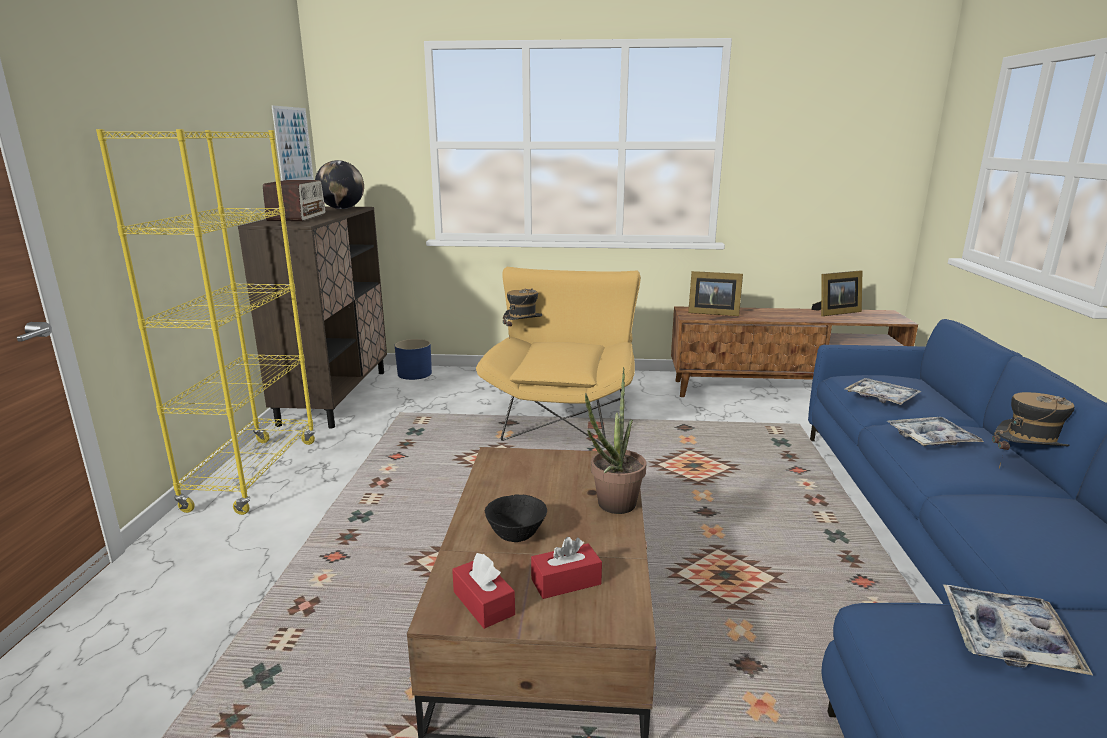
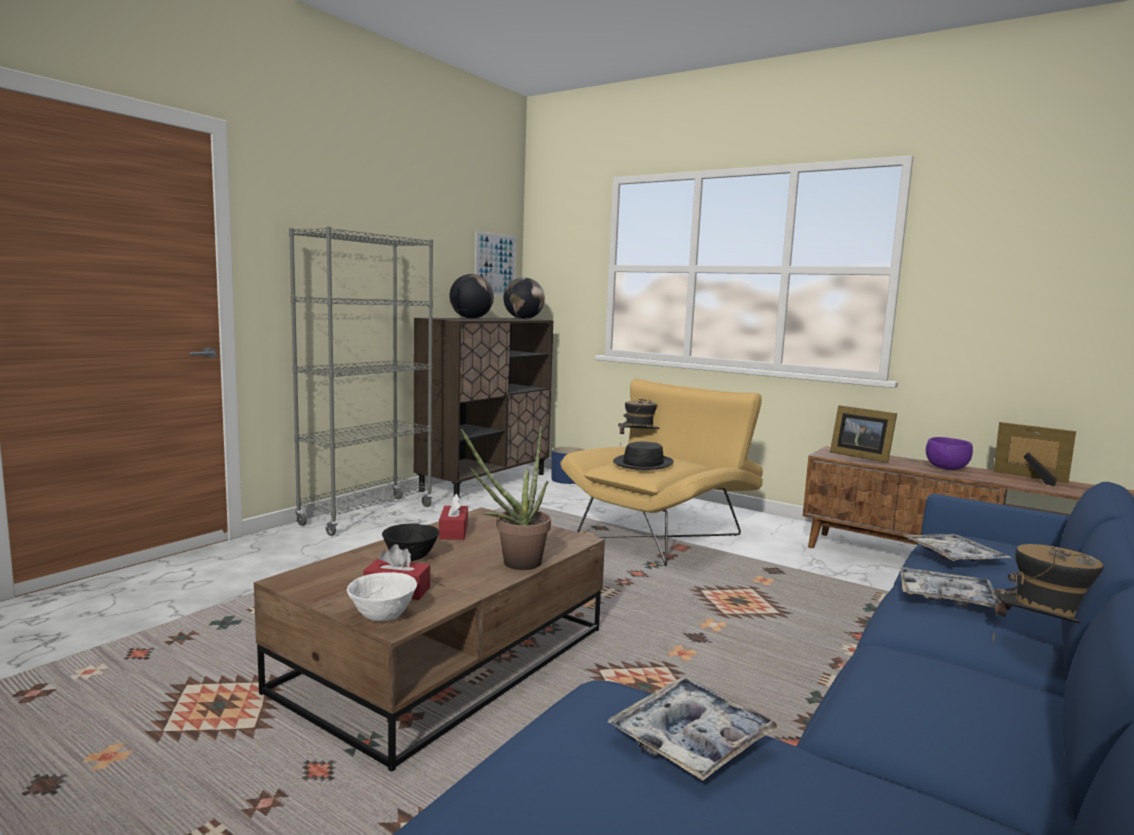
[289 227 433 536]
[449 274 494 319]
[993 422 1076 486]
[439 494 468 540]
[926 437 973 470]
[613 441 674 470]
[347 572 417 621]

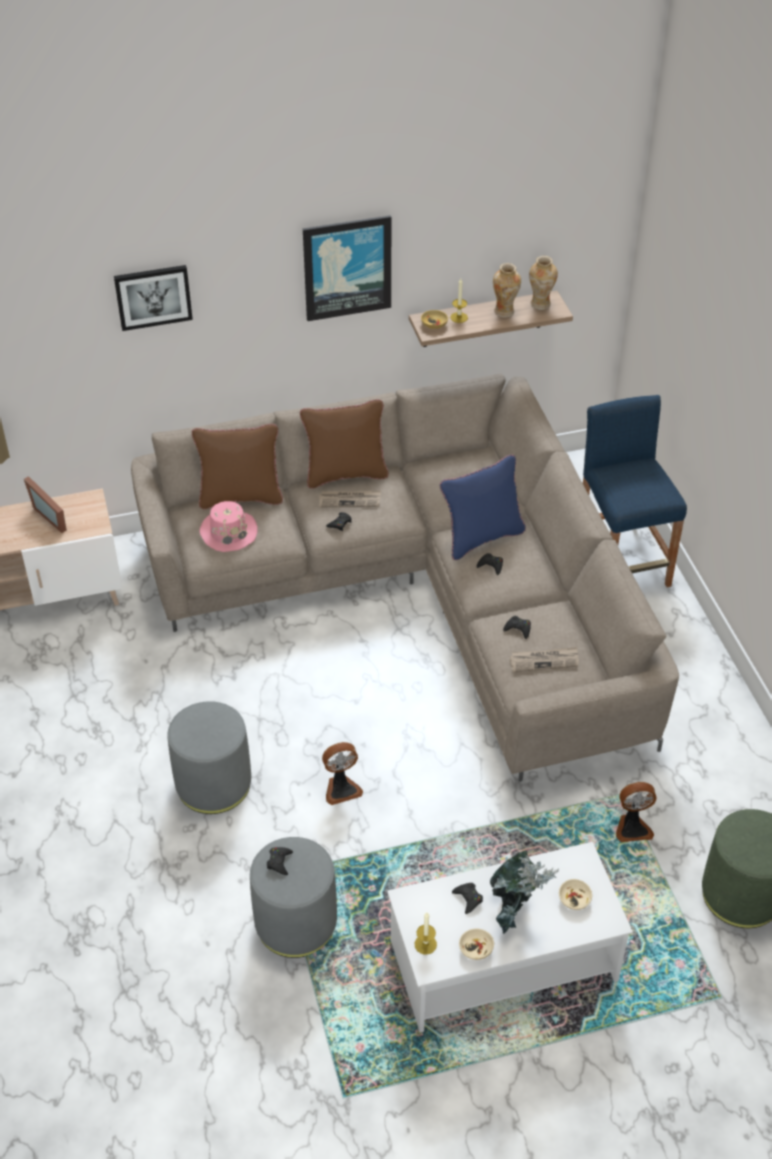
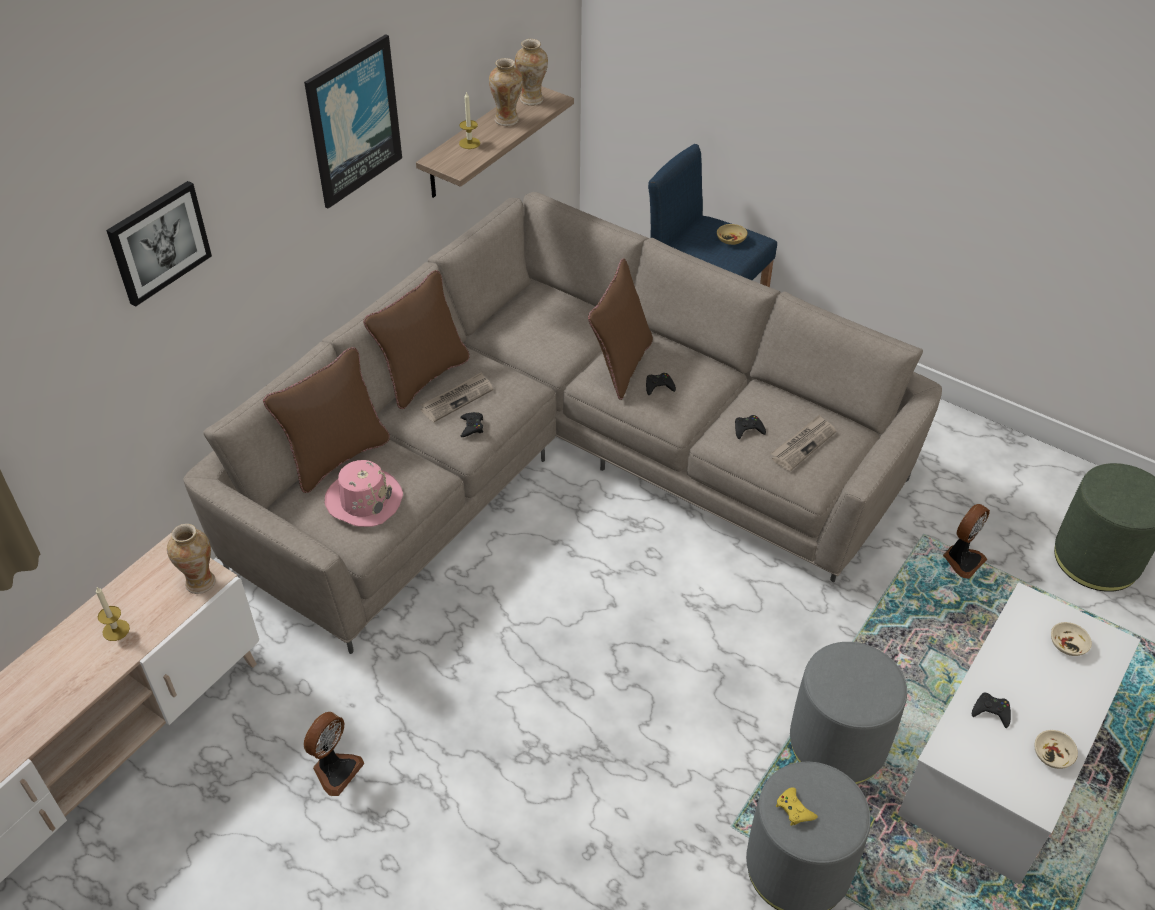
[717 224 748 245]
[588 258 653 400]
[24 476 67 533] (first image)
[790 642 907 784]
[304 712 364 796]
[776 787 818 826]
[490 850 559 934] (first image)
[96 587 130 641]
[167 524 215 594]

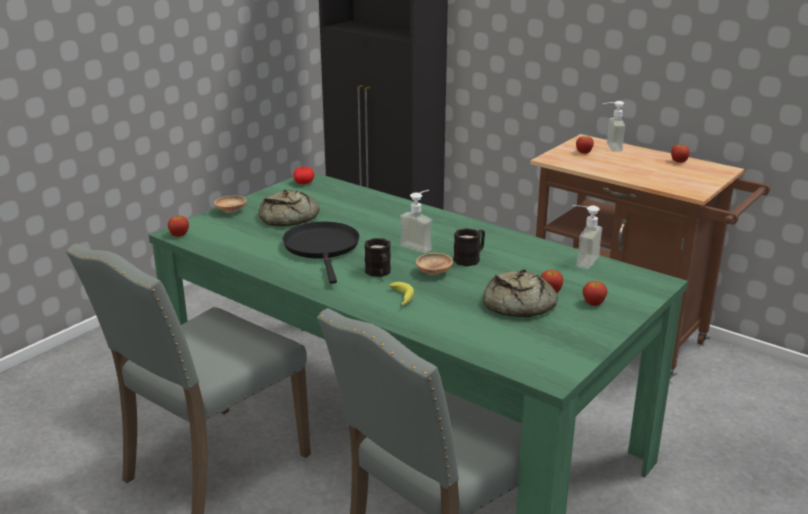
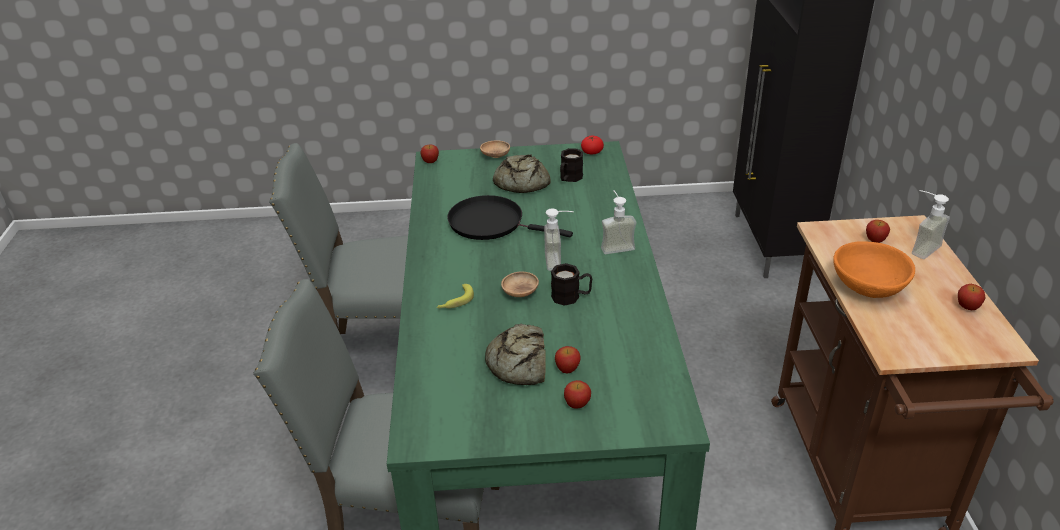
[601 190 636 254]
[447 195 573 240]
[560 148 583 182]
[833 241 915 298]

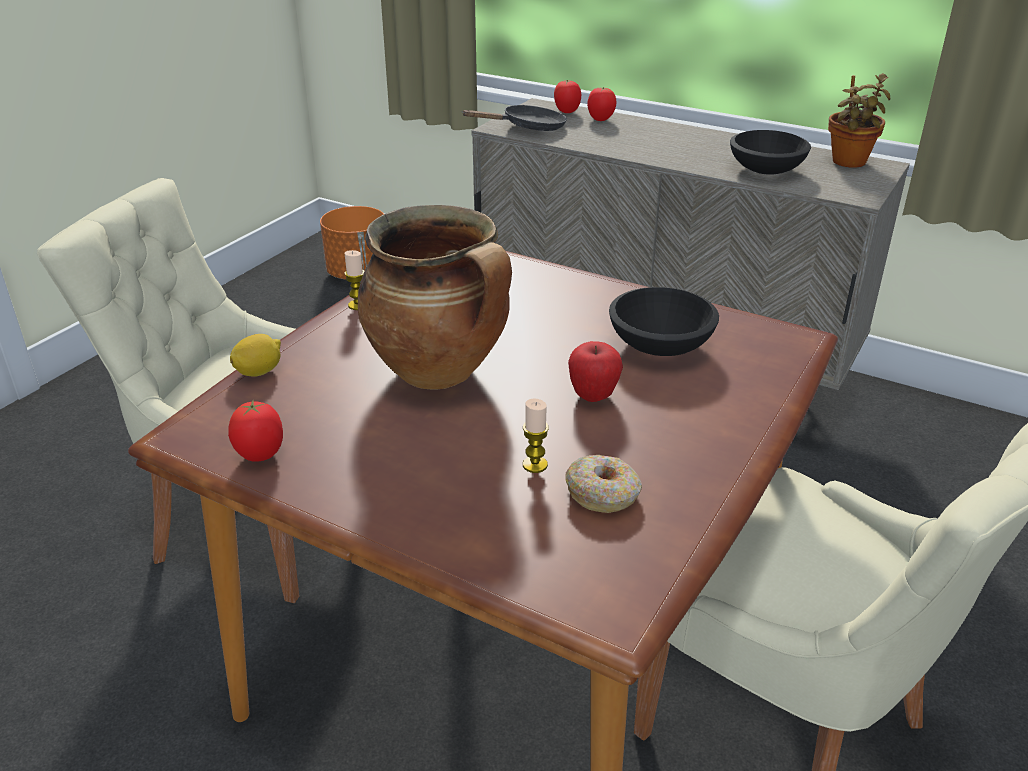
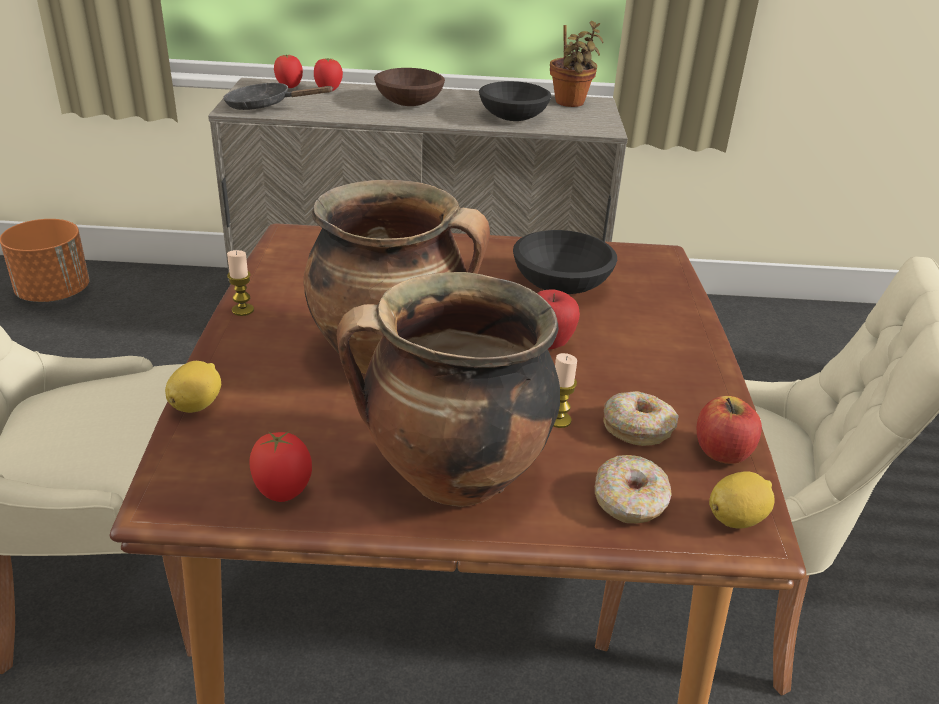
[223 83 334 110]
[374 68 445 106]
[337 272 560 507]
[697 396 762 464]
[595 455 672 523]
[709 471 775 529]

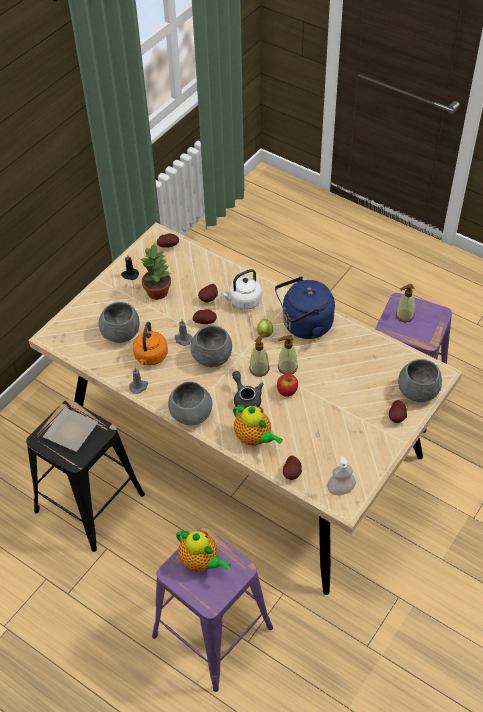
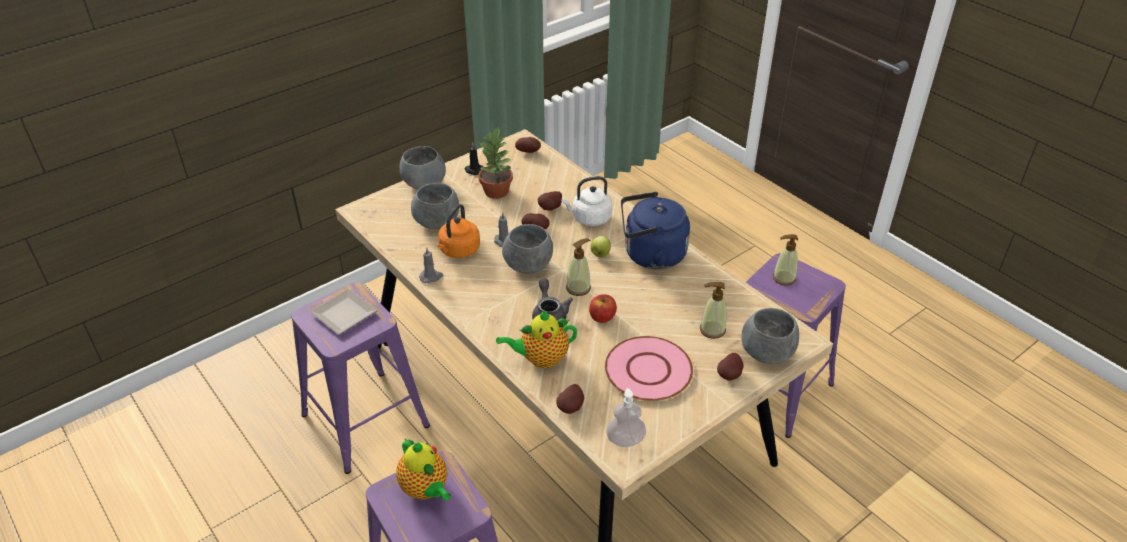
[700 282 727 339]
[400 146 446 190]
[291 283 430 474]
[496 310 577 368]
[605 336 693 401]

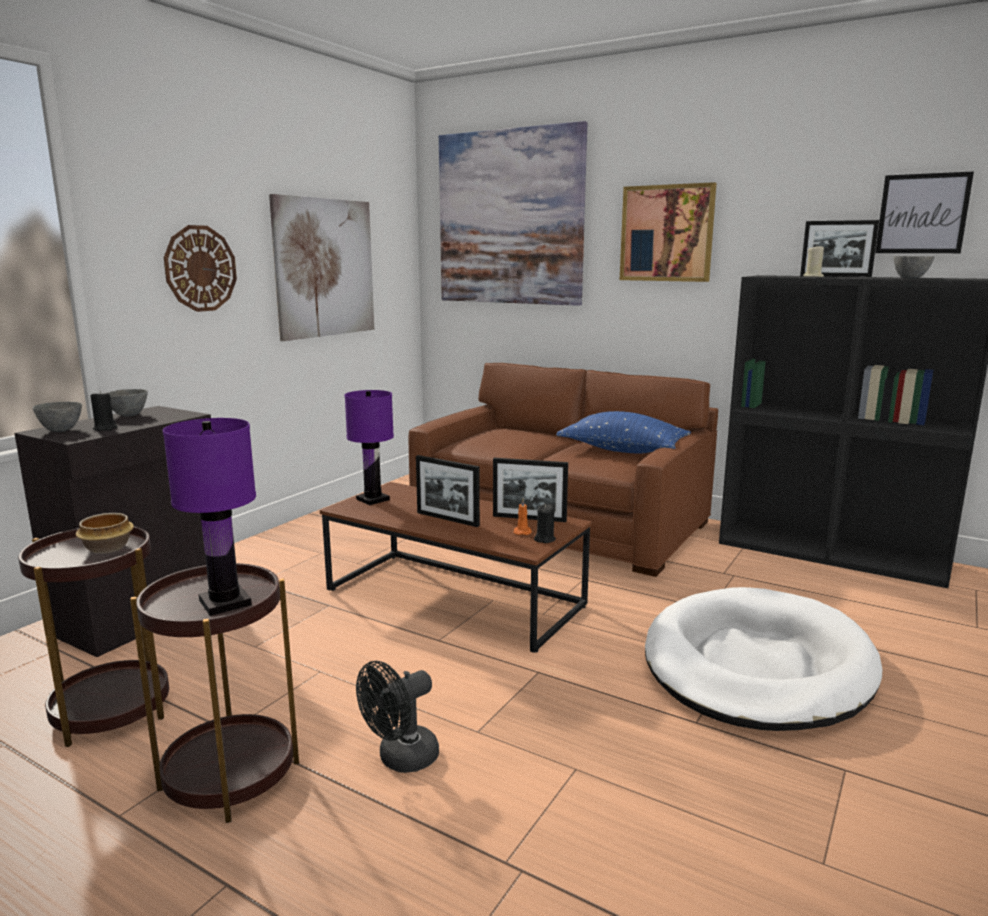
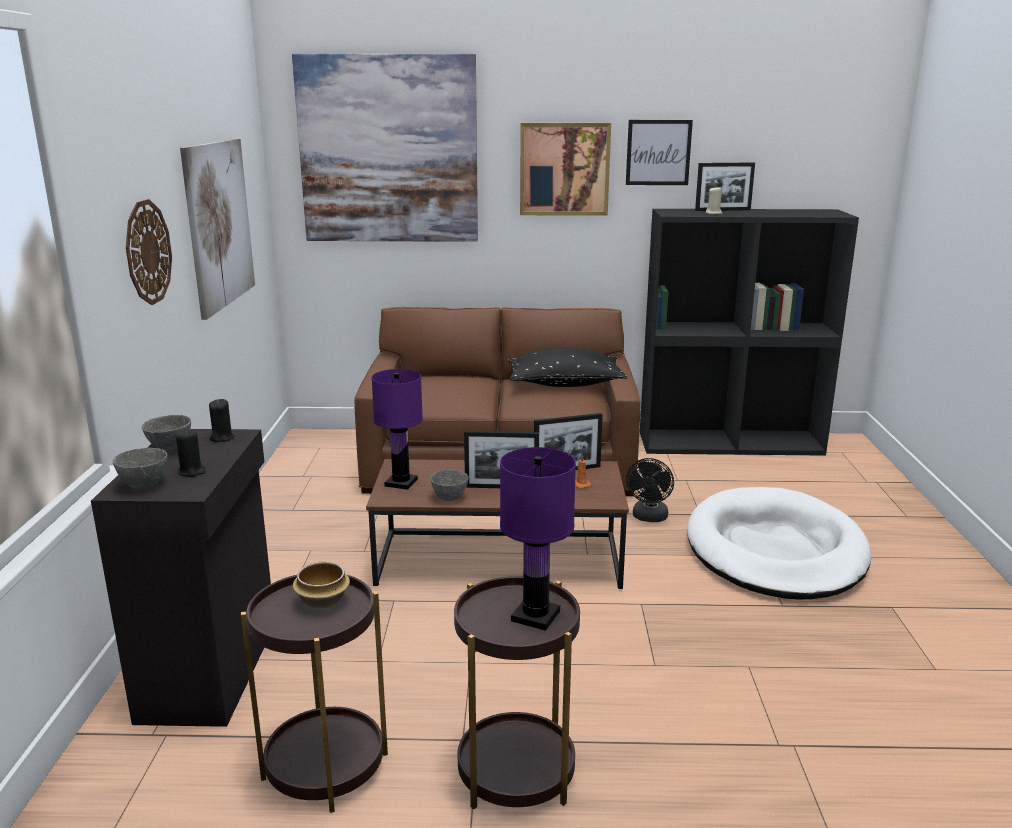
[626 120 693 185]
[430 470 469 501]
[508 348 627 387]
[209 399 235 442]
[626 458 674 522]

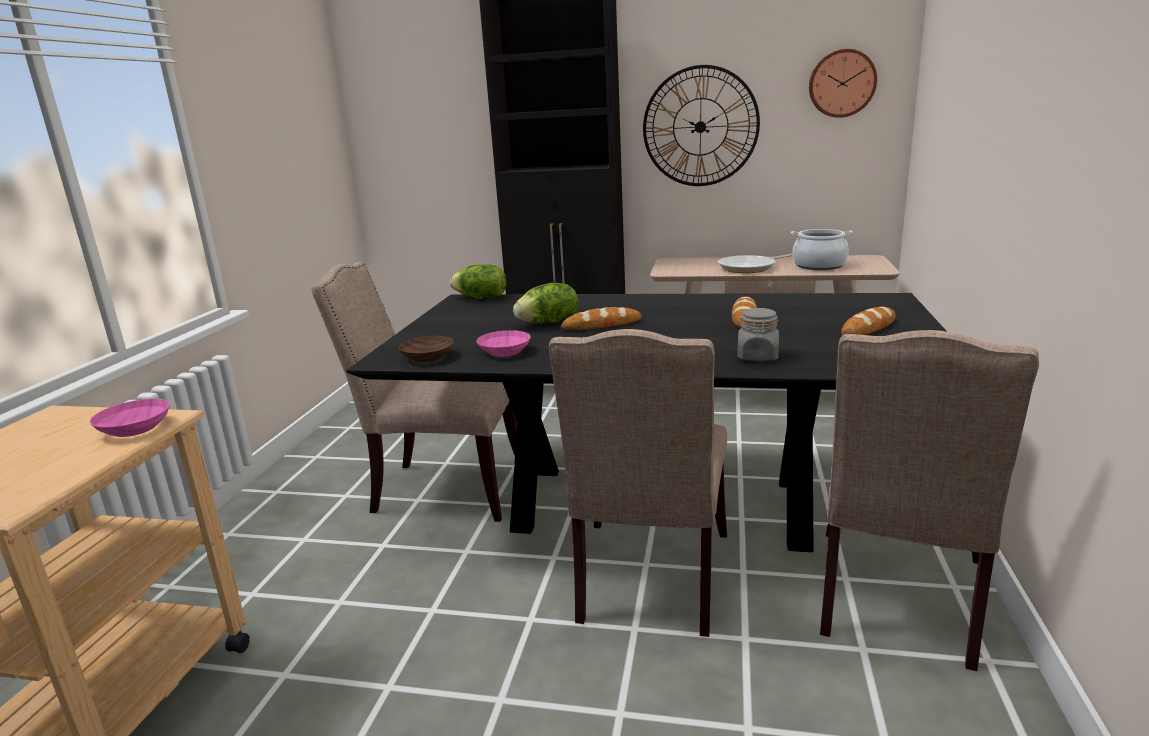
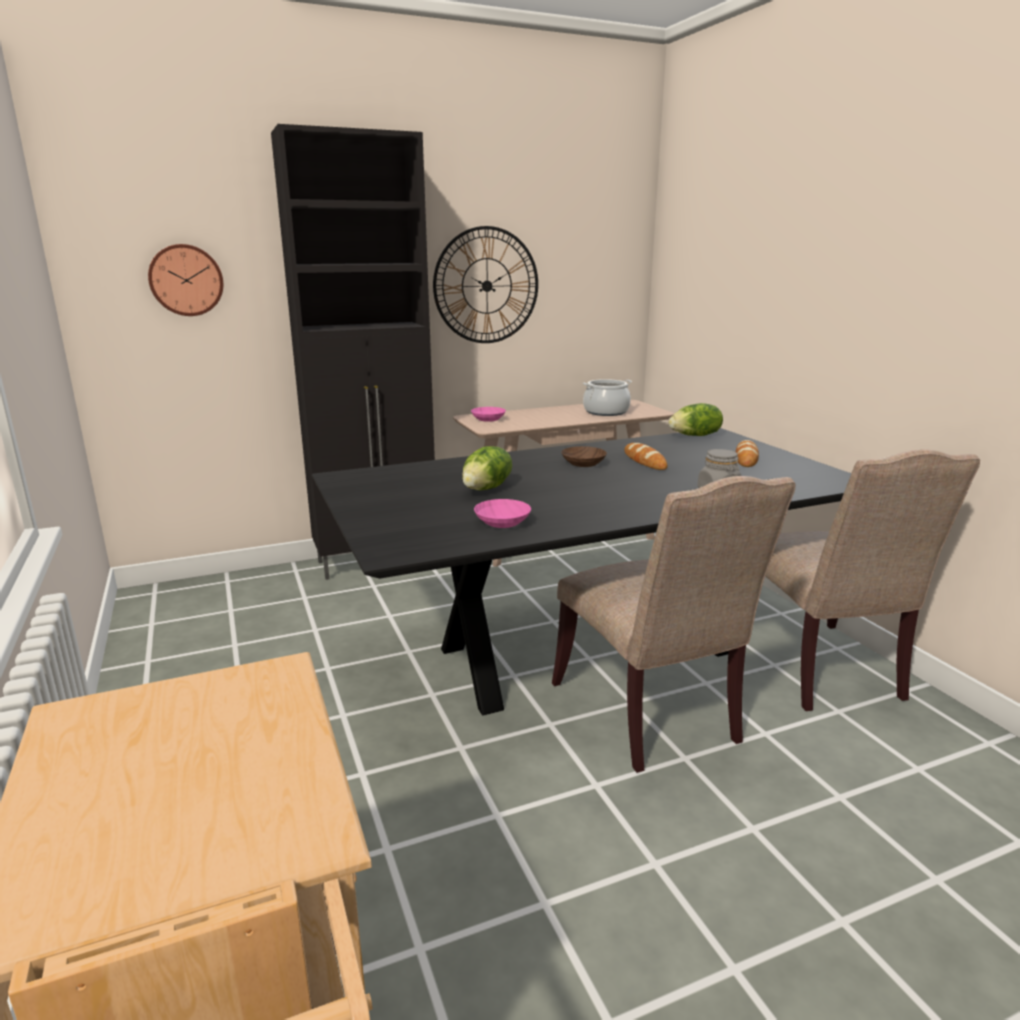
[148 244 223 316]
[718 254 792 273] (first image)
[311 261 517 522] (first image)
[669 403 723 436]
[561 307 642 330] (first image)
[561 446 607 467]
[471 407 506 422]

